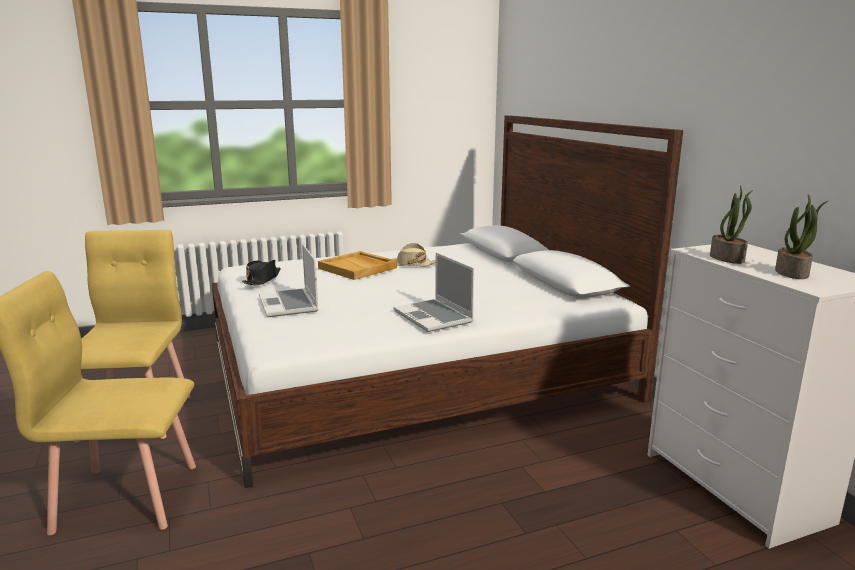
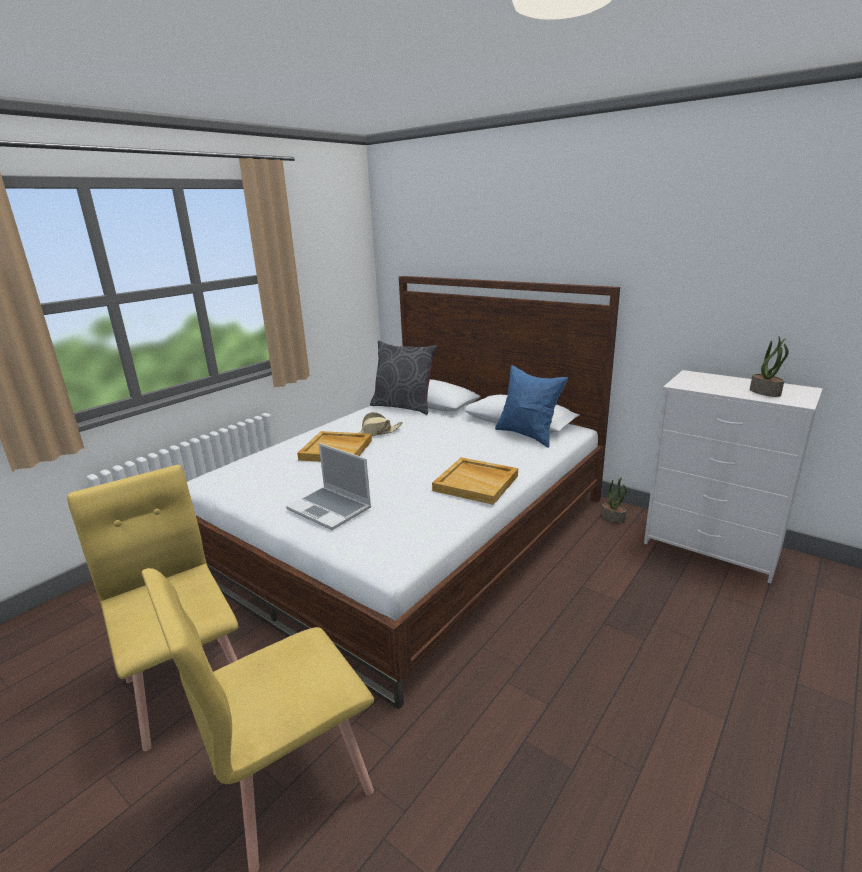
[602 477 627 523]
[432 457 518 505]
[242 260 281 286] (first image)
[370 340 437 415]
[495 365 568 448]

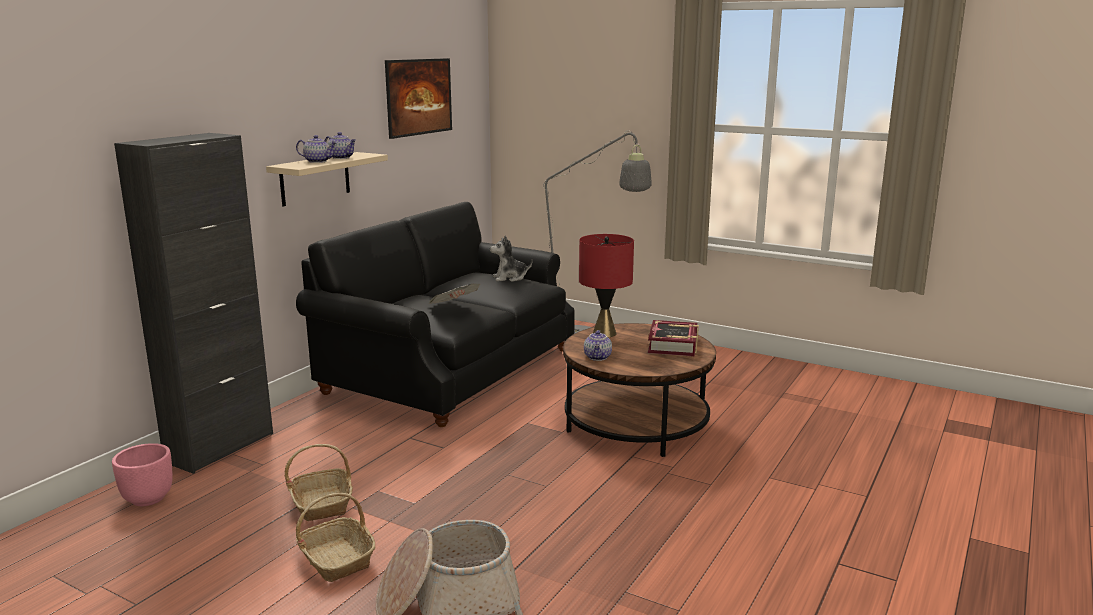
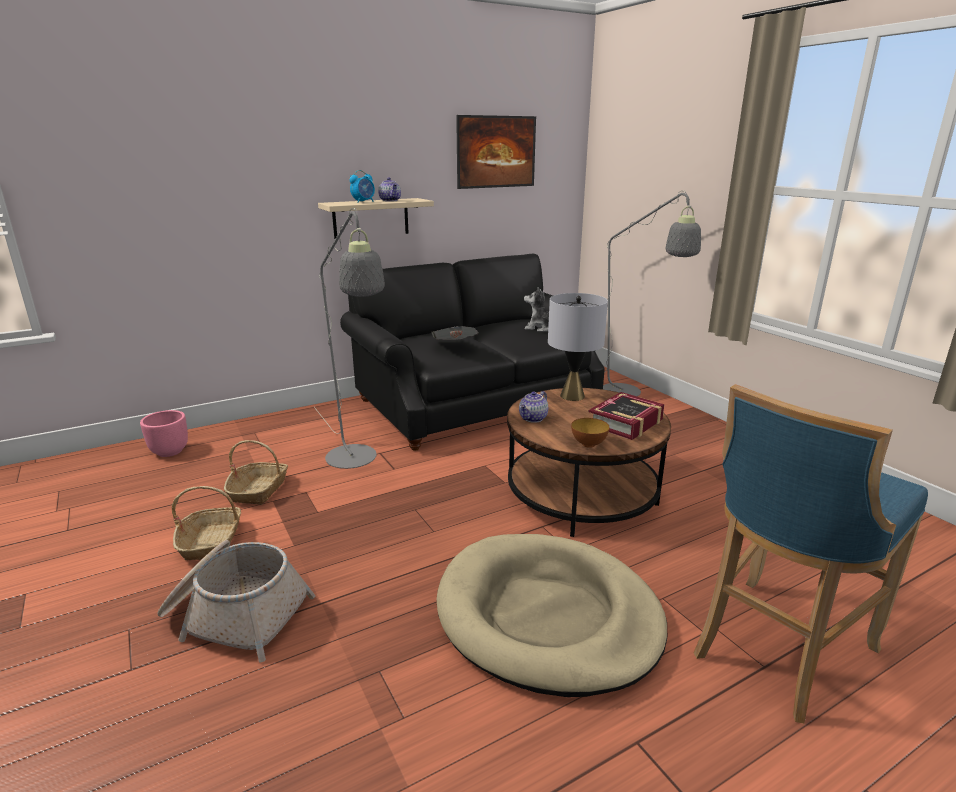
[114 133 273 474] (first image)
[350 170 375 203]
[548 293 608 401]
[314 208 385 469]
[694 384 928 723]
[571 418 610 448]
[437 534 667 697]

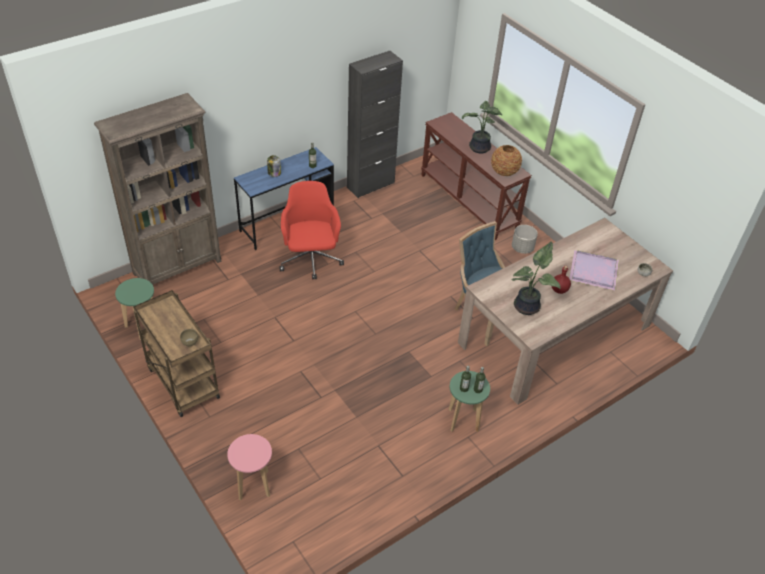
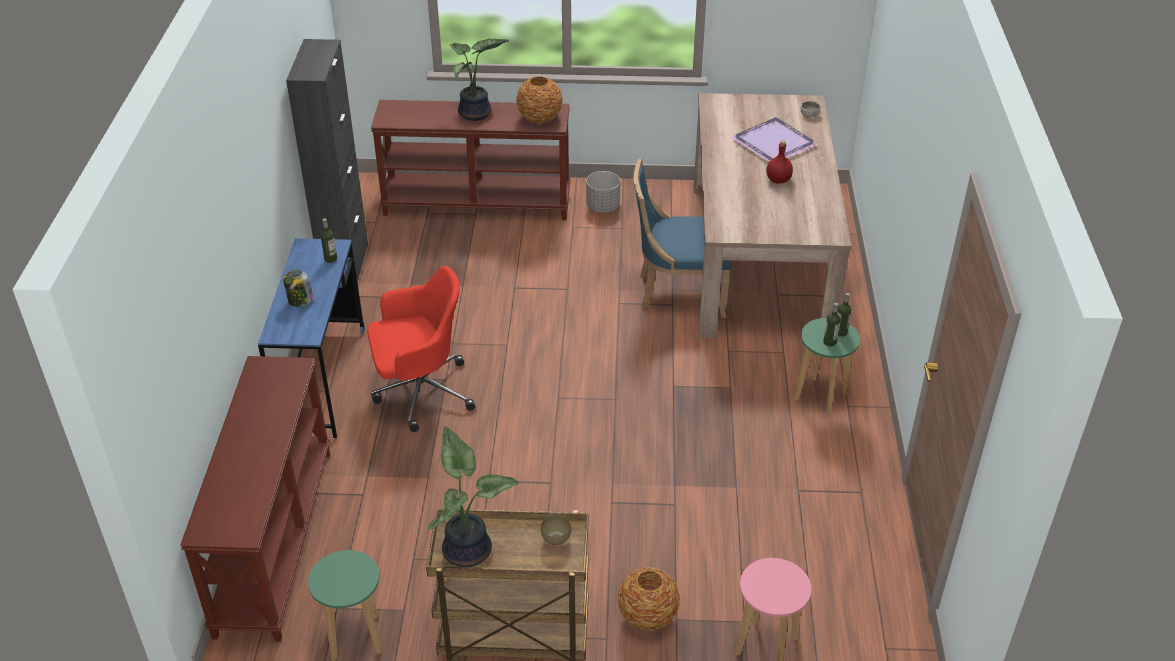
[180 356 330 642]
[368 266 475 432]
[428 426 519 567]
[618 567 680 631]

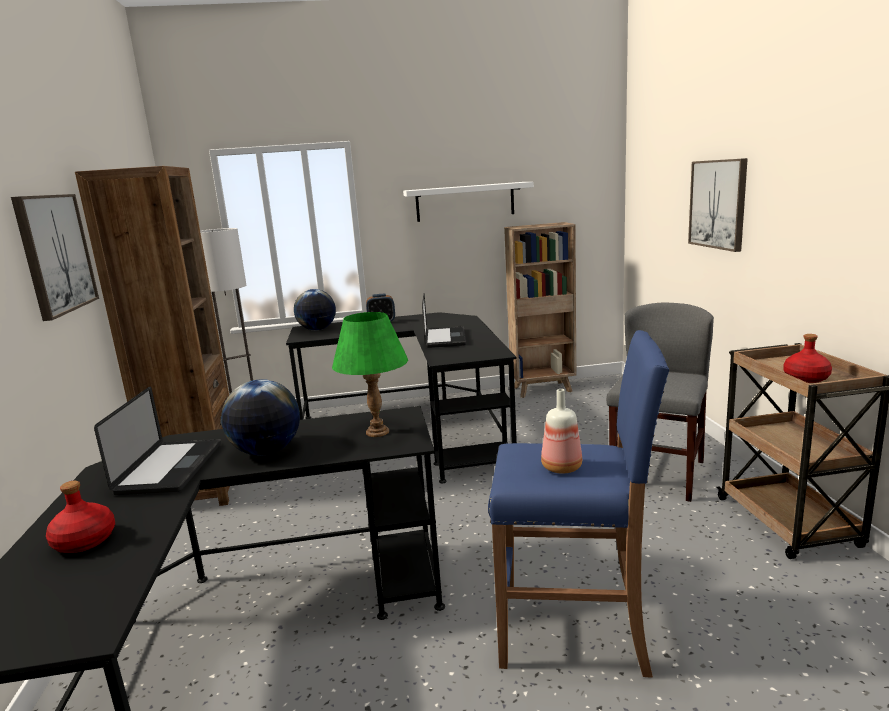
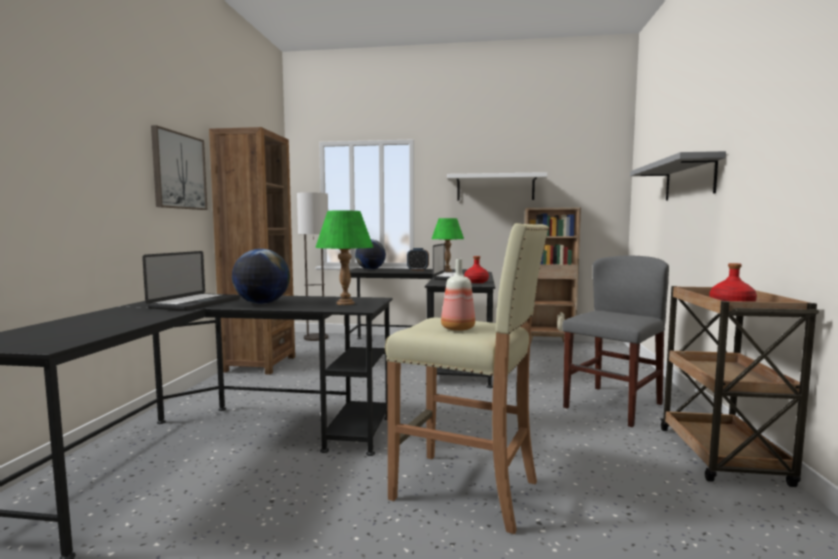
[630 151 726 201]
[385 223 549 534]
[464 256 489 283]
[432 218 464 272]

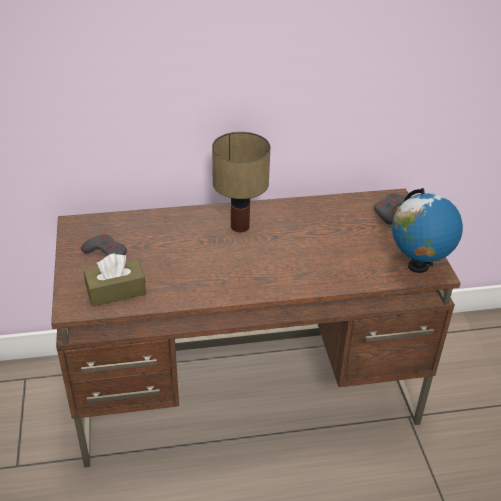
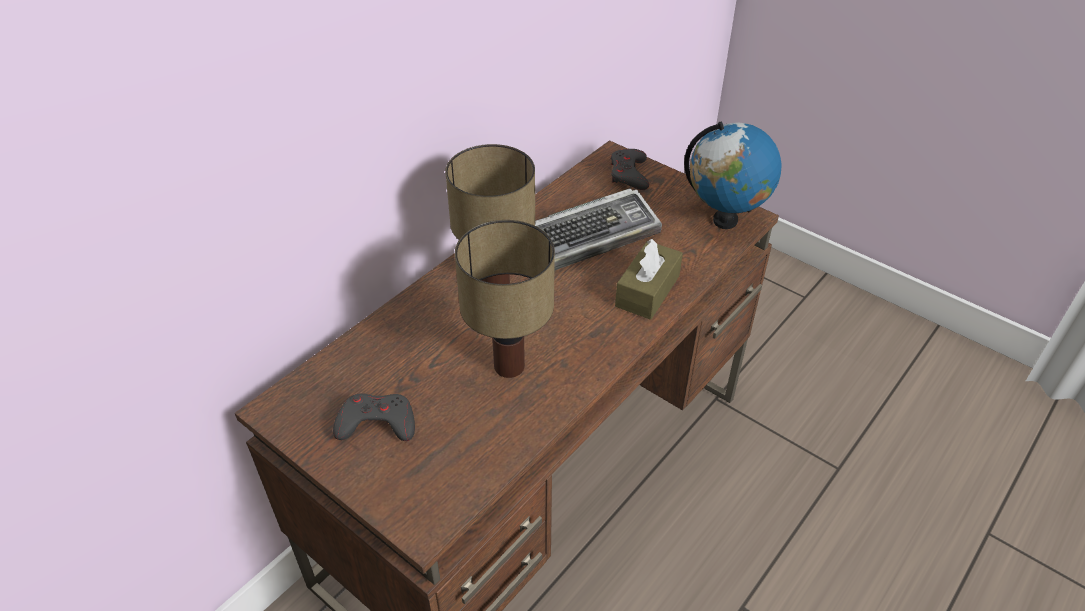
[615 239 683 320]
[535 188 662 271]
[455 220 555 378]

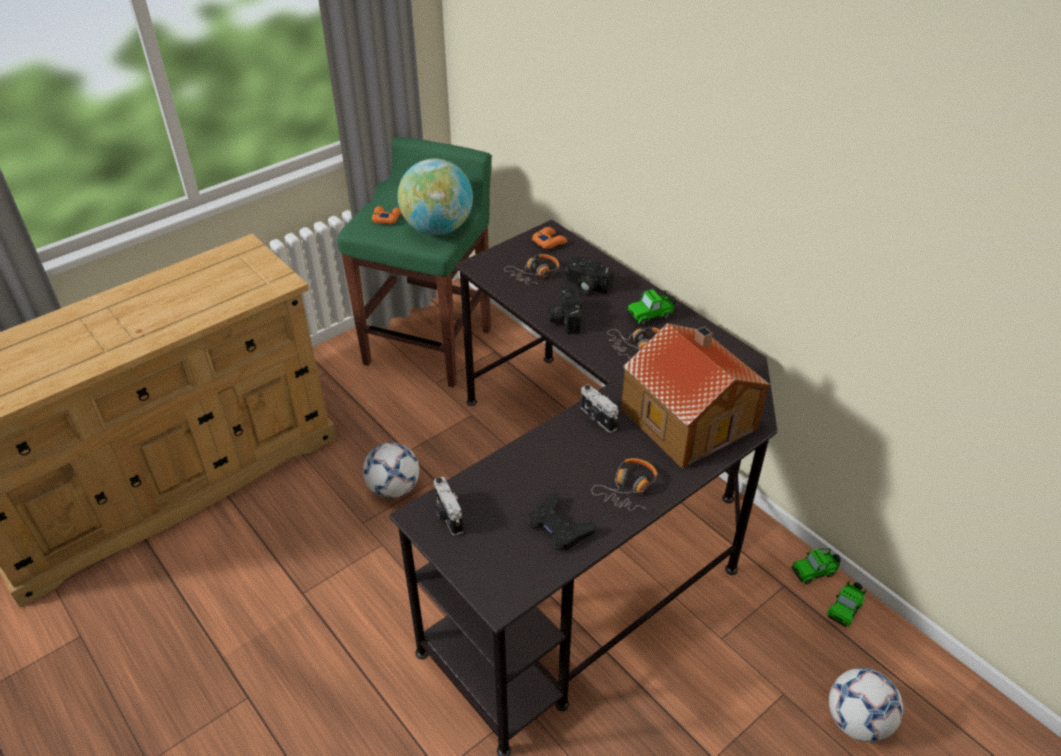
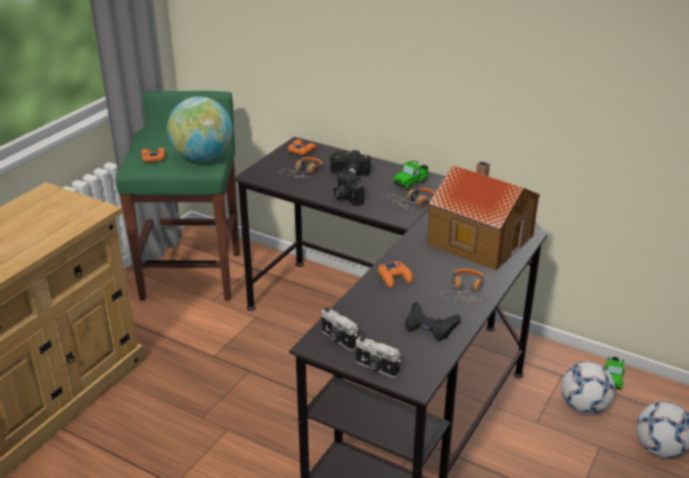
[355 337 401 378]
[561 361 615 414]
[792 548 841 584] (first image)
[378 261 413 288]

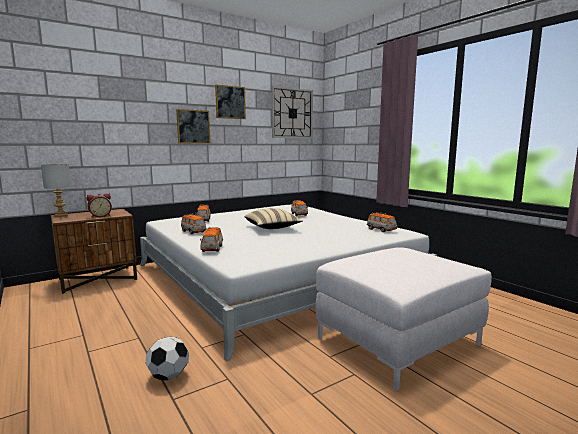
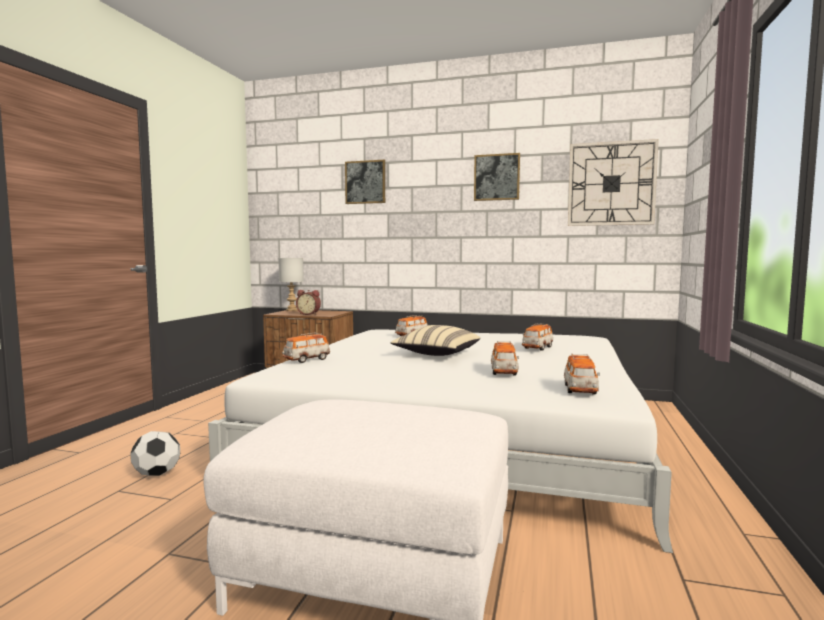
[345 160 385 204]
[491 341 519 375]

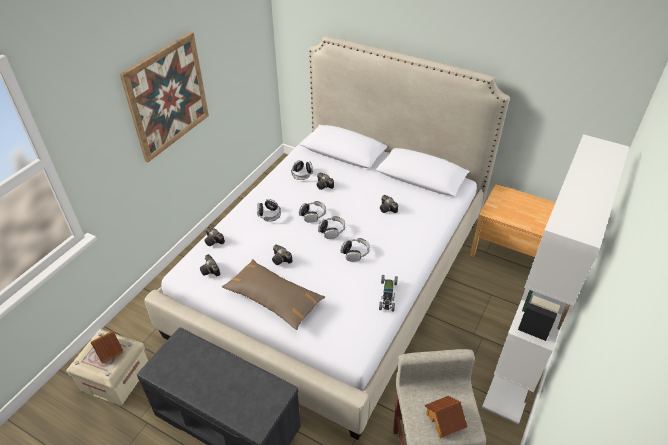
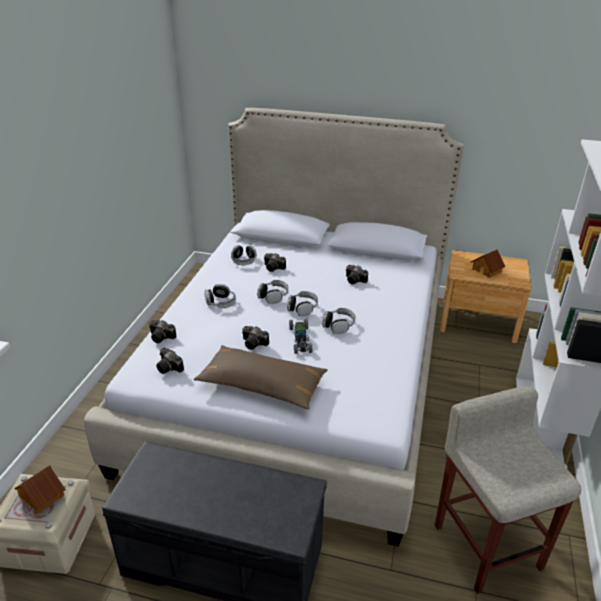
[120 32 209 162] (first image)
[289 319 312 354]
[471 249 505 278]

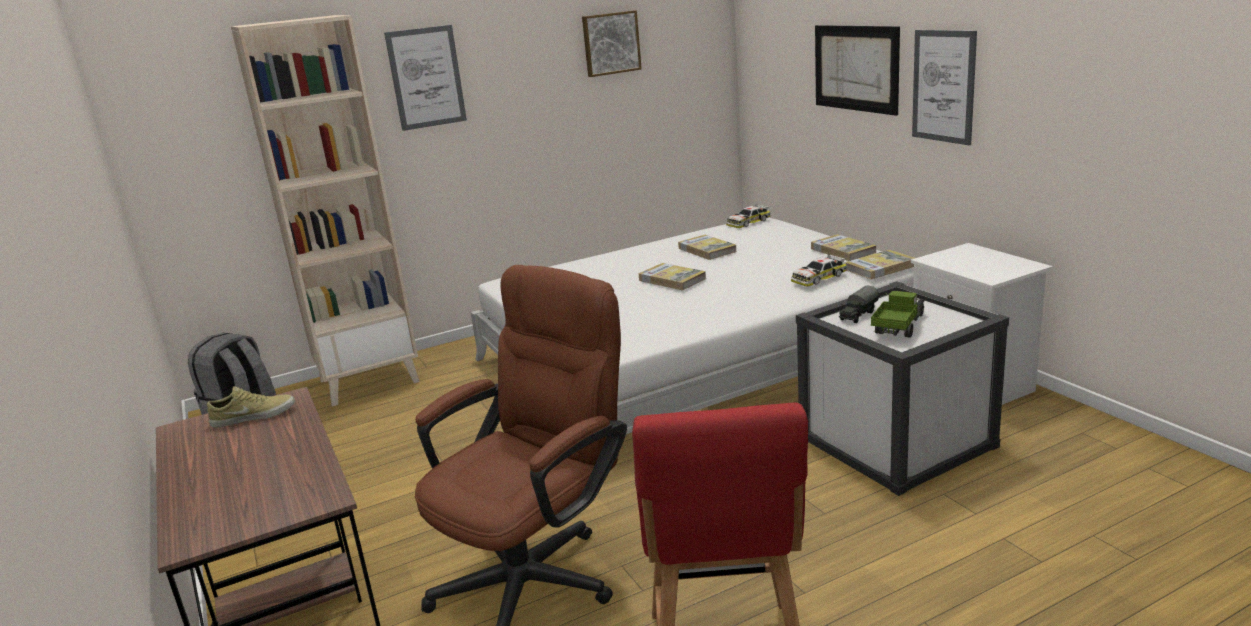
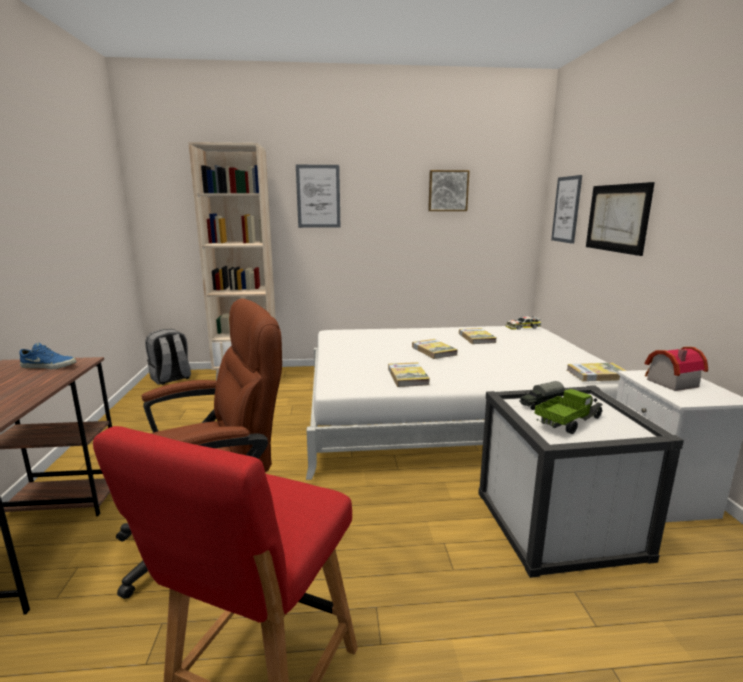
[551 175 582 244]
[388 362 430 387]
[791 254 847 287] (first image)
[19 343 76 369]
[645 347 708 391]

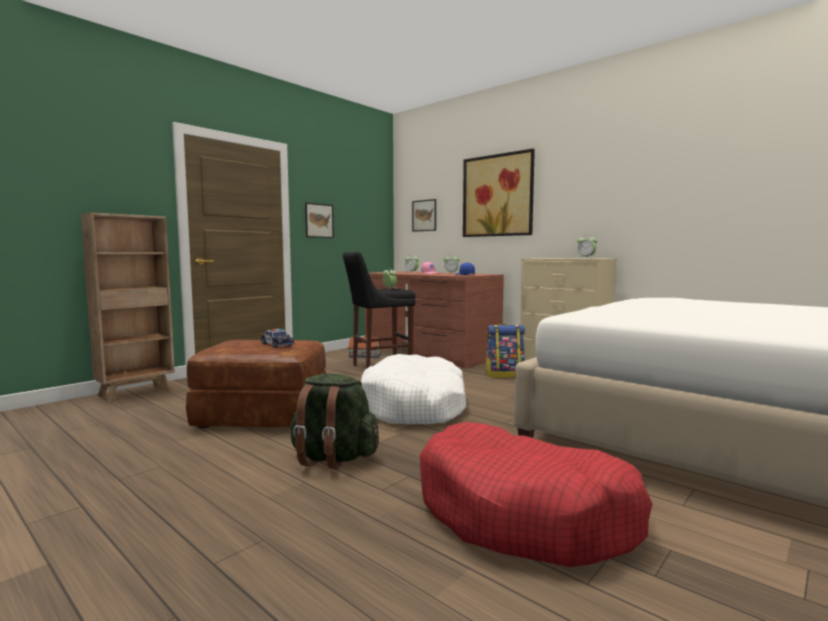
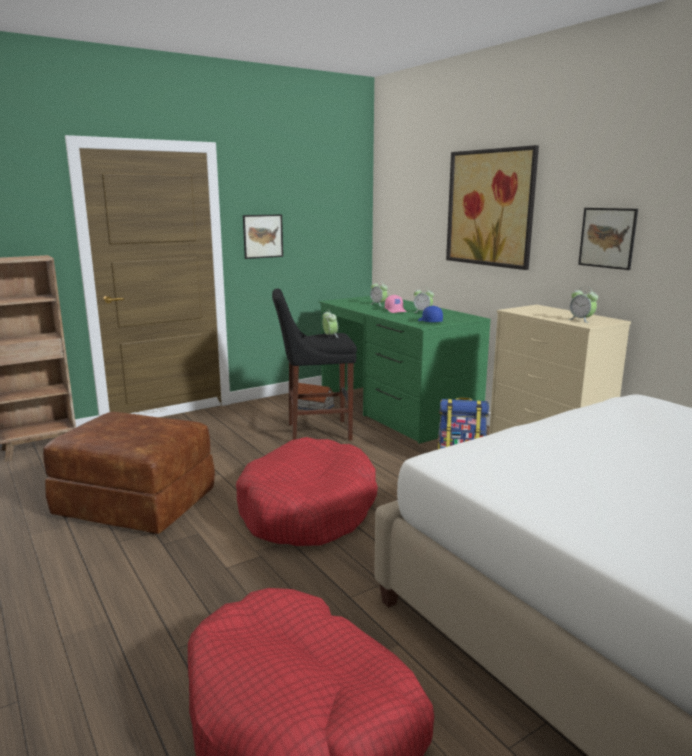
[578 208 638 270]
[319 296 491 444]
[261 329 294 348] (first image)
[236 437 378 546]
[291 374 379 469] (first image)

